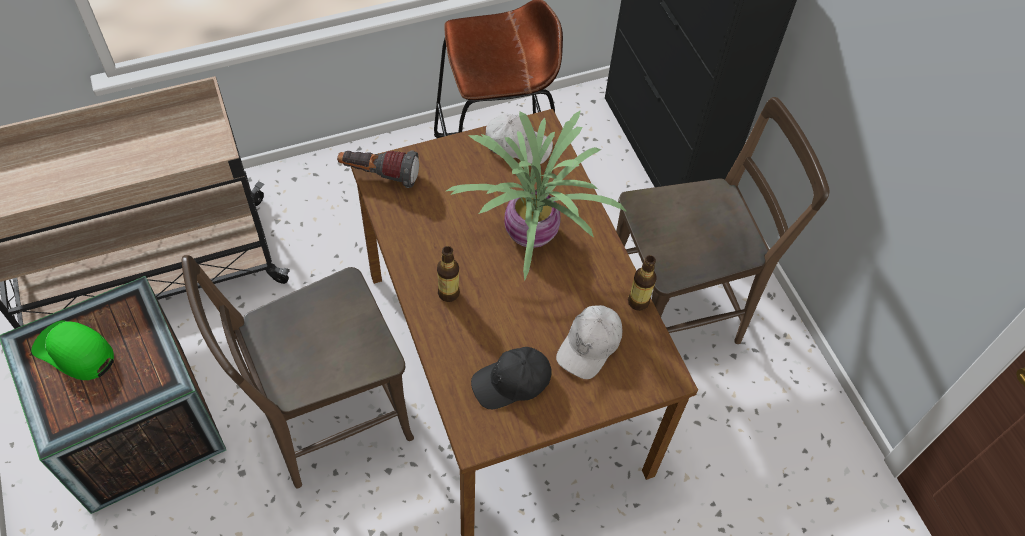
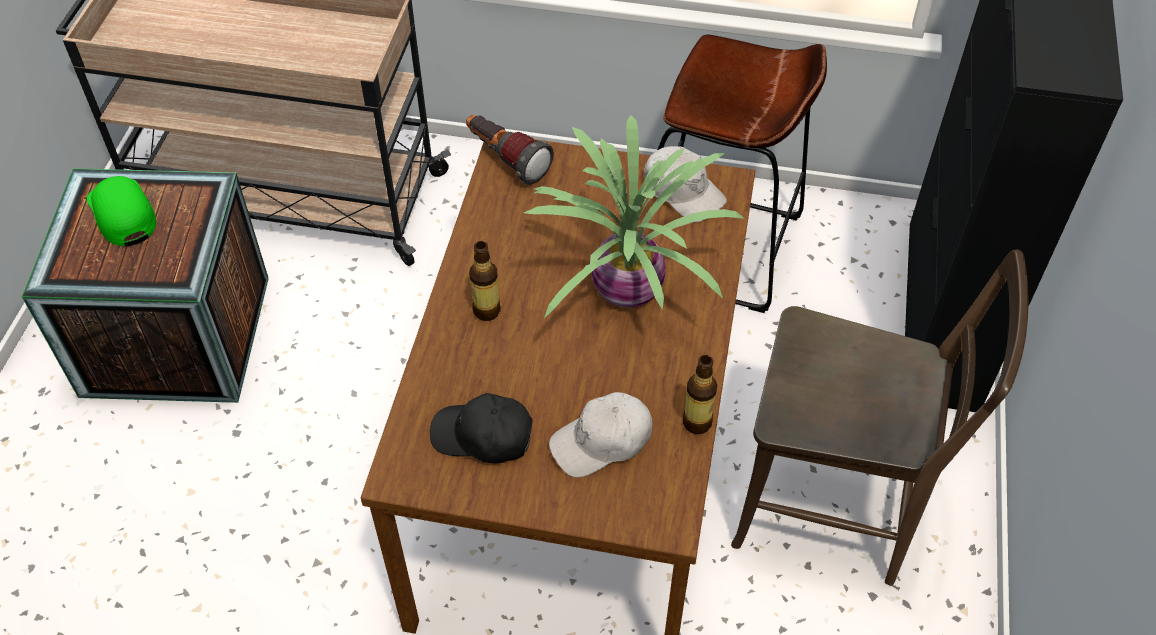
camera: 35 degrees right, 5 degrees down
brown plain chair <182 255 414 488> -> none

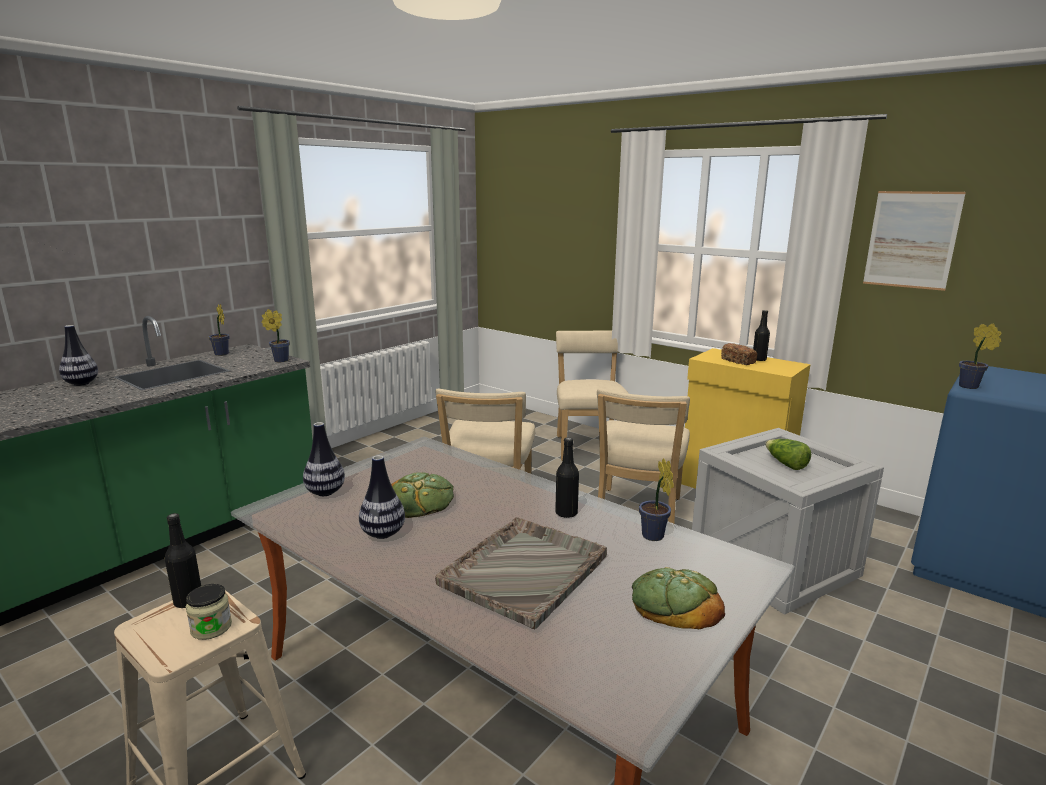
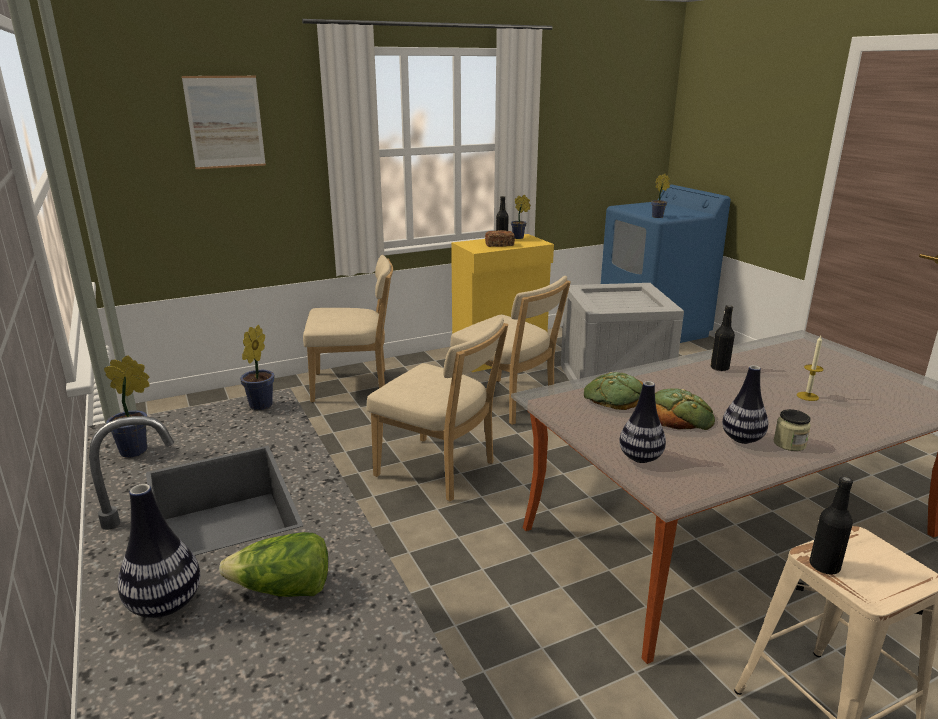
camera: 65 degrees left, 5 degrees up
wall picture <863 191 966 291> -> wall picture <182 76 266 169>, moved
head of lettuce <765 439 811 470> -> head of lettuce <219 532 328 597>, moved
beige-coloured plain chair <556 331 629 461> -> beige-coloured plain chair <303 255 393 403>, 150 degrees clockwise
houseplant <639 458 674 541> -> houseplant <511 195 531 239>, moved
bakery bread <632 567 725 629> -> bakery bread <584 372 643 410>, moved
jar <186 584 232 640> -> jar <774 409 811 451>, moved
greyish serving tray <435 517 607 629> -> candle <797 336 823 401>

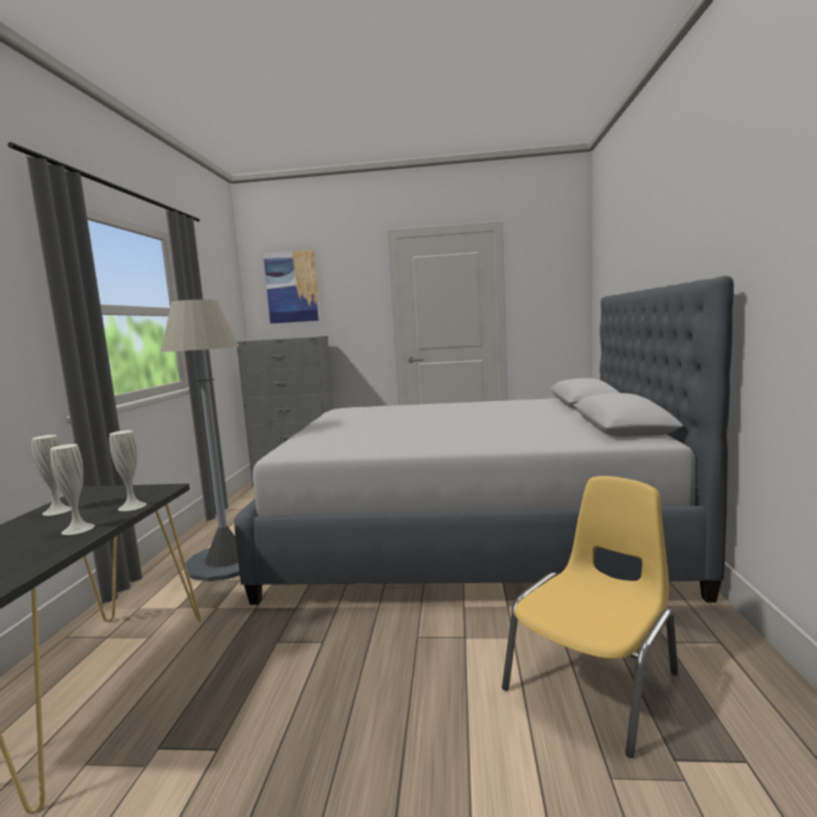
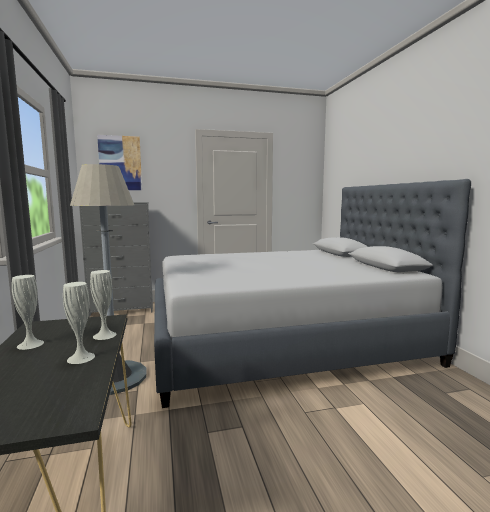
camera: 20 degrees left, 0 degrees up
yellow plain chair <502 476 678 758> -> none

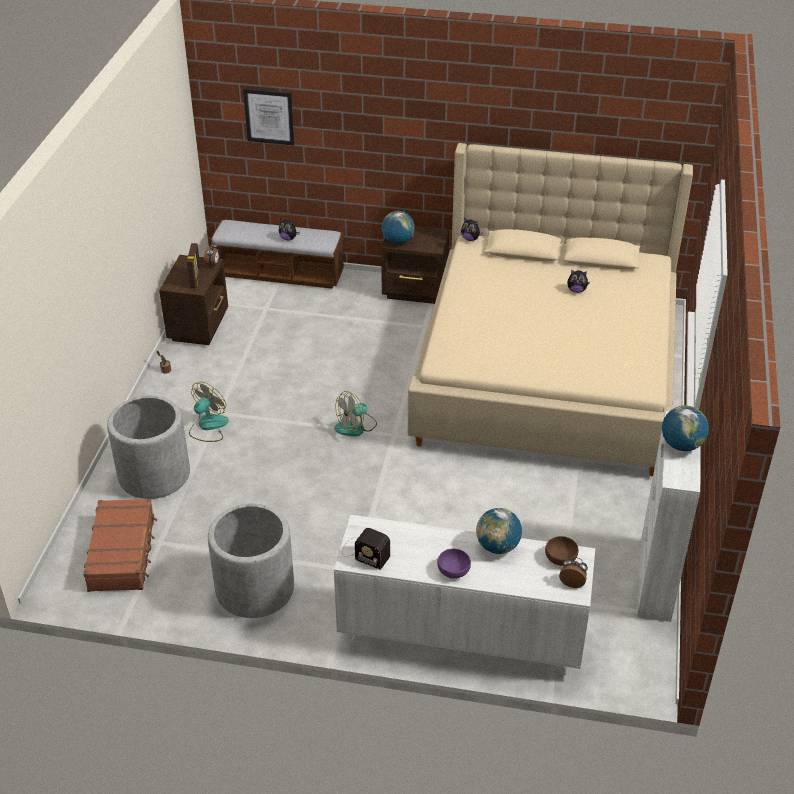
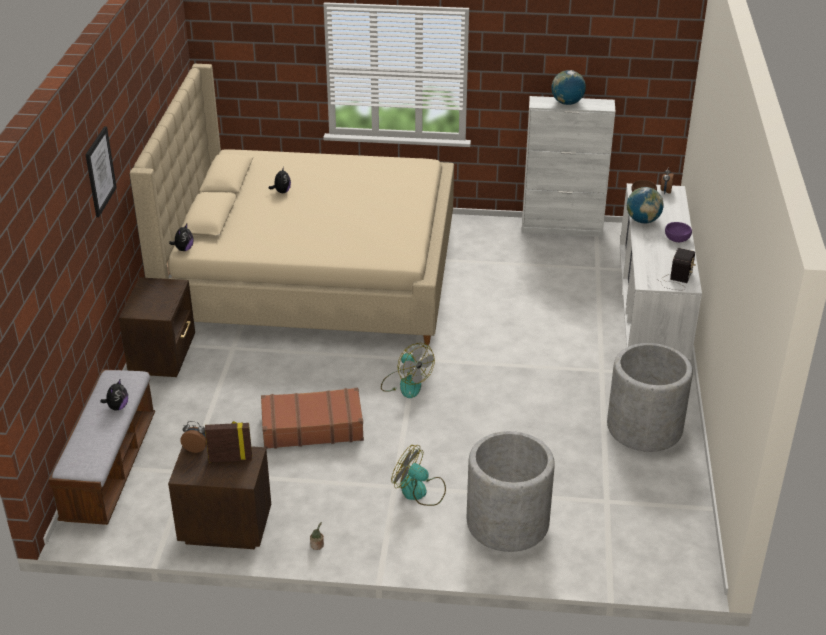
camera: 95 degrees left, 5 degrees down
wall picture <243 89 294 145> -> wall picture <86 126 117 217>, moved
brown travel case <83 499 157 592> -> brown travel case <261 388 364 449>, moved
world globe <382 211 415 244> -> none

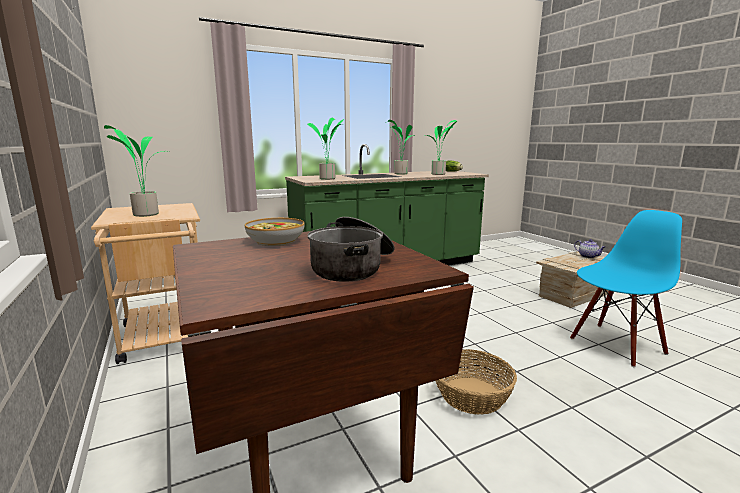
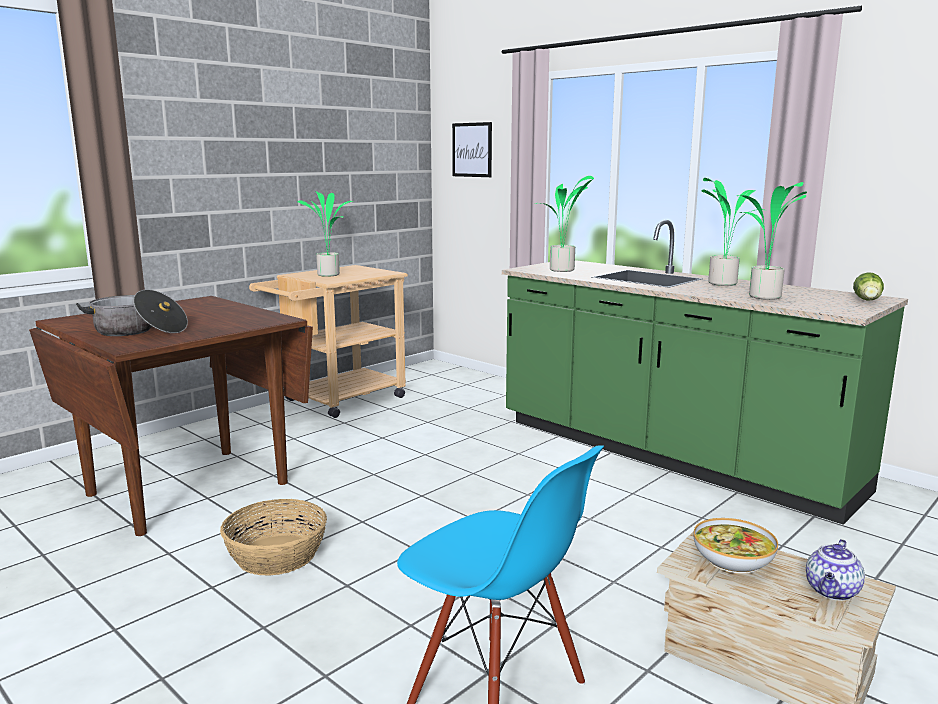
camera: 70 degrees right, 0 degrees up
none -> wall picture <452 122 492 177>
serving bowl <245 218 305 246> -> serving bowl <693 518 778 574>, moved

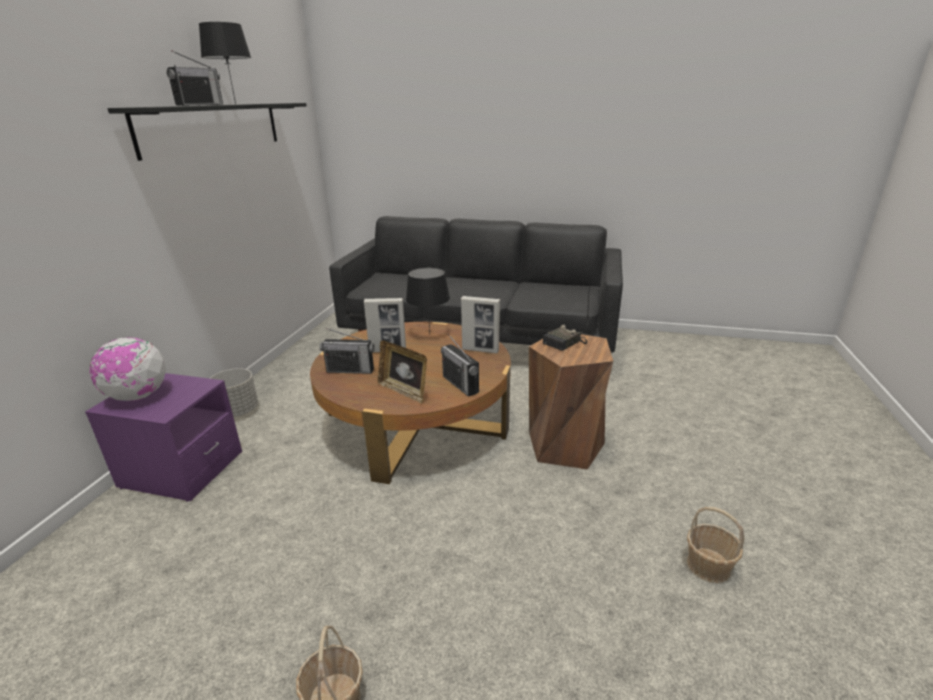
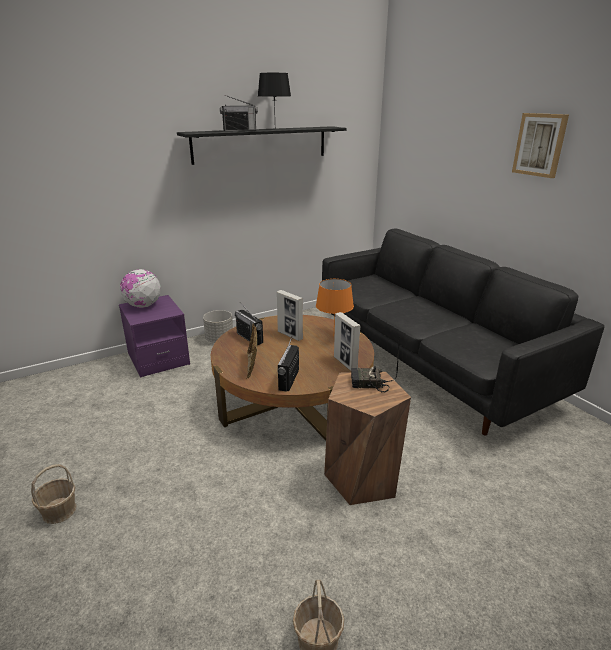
camera: 45 degrees right, 0 degrees up
blackish tabletop lamp <406 267 450 334> -> orange-coloured tabletop lamp <316 279 354 323>
none -> wall picture <512 113 569 178>

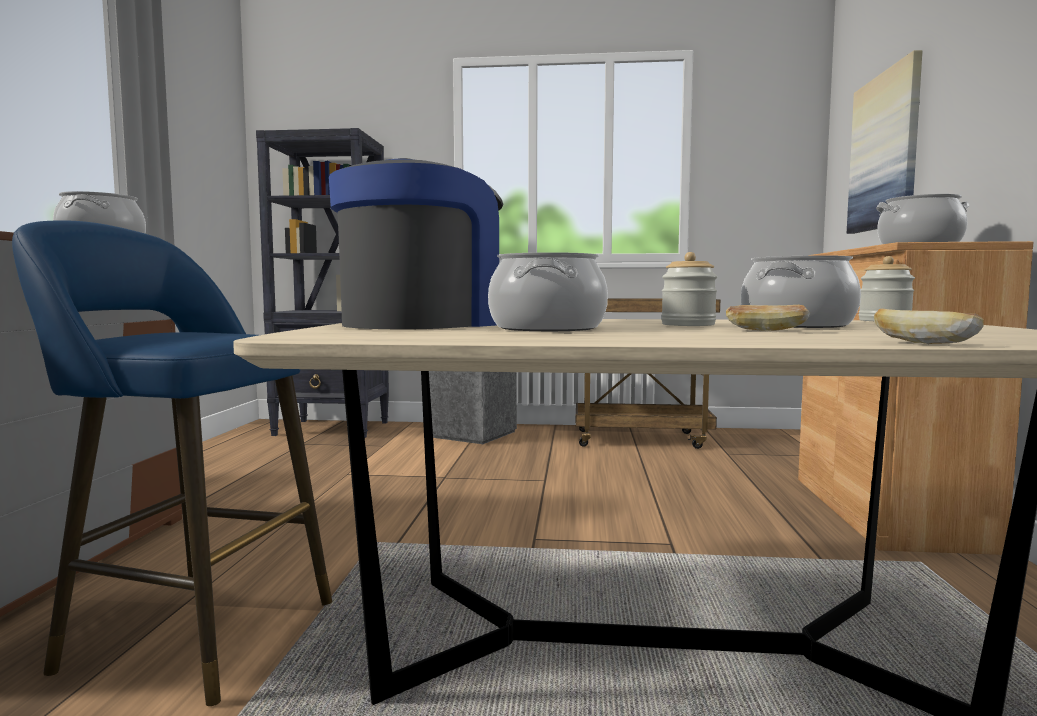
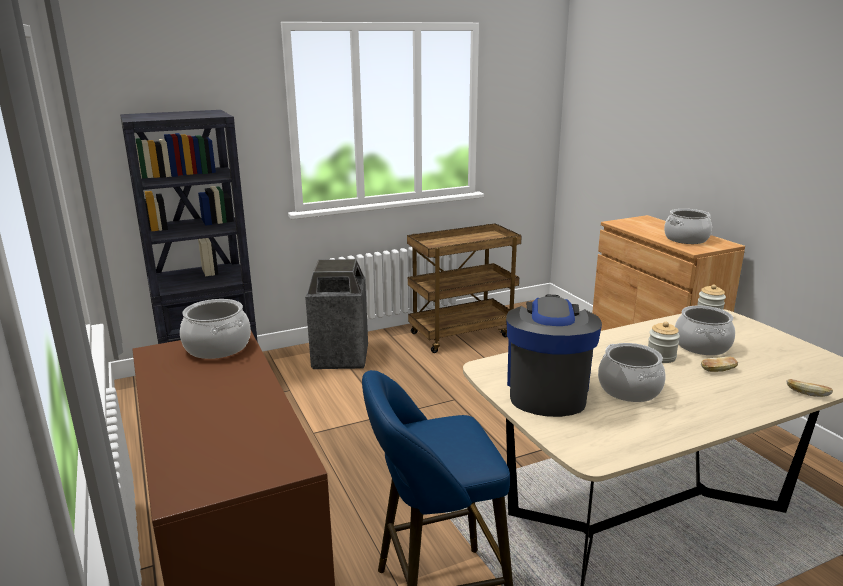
camera: 30 degrees left, 15 degrees up
wall picture <847 50 922 234> -> none

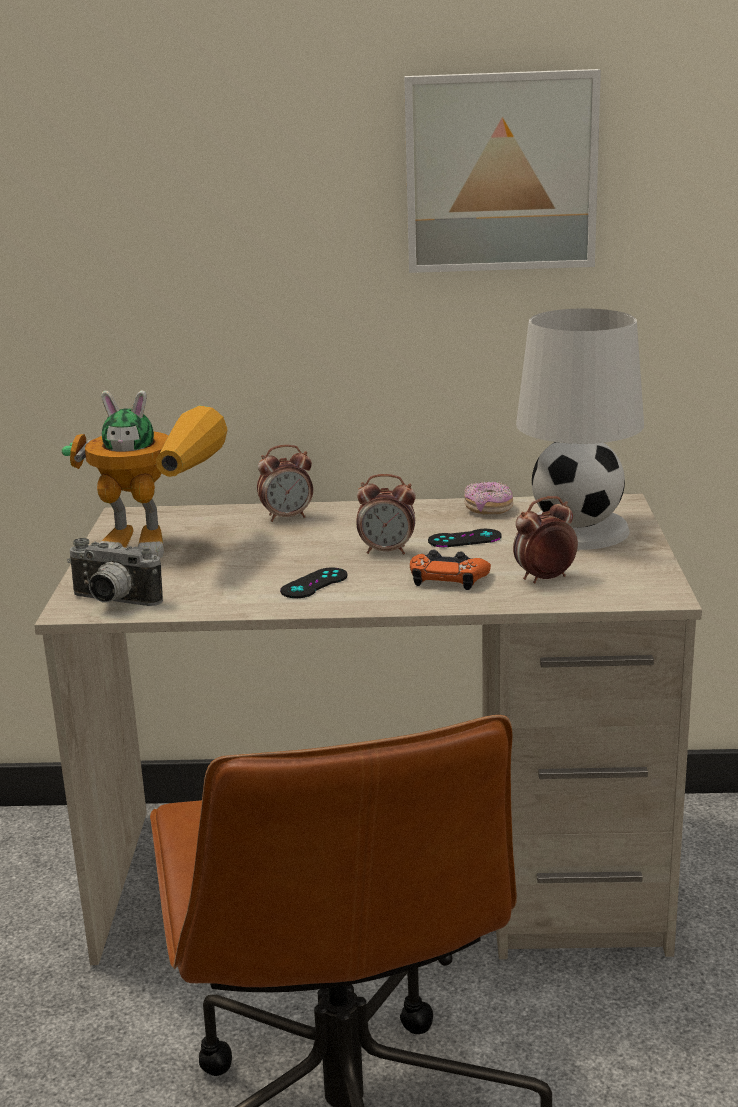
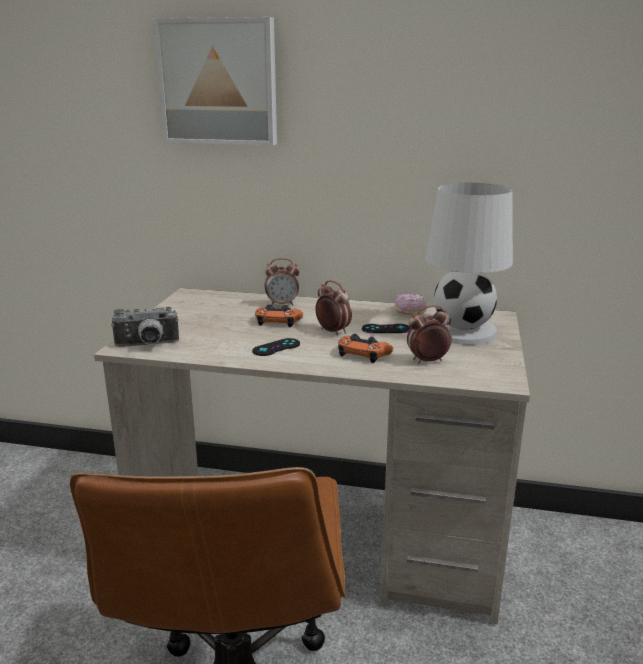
camera: 10 degrees right, 0 degrees up
photo camera <67 538 163 606> -> photo camera <111 307 179 347>, 45 degrees counterclockwise
wall picture <404 69 601 273> -> wall picture <153 17 277 146>, moved
none -> orange-coloured gamepad <255 304 303 327>
bedside clock <357 474 416 555> -> bedside clock <315 280 352 335>, 150 degrees counterclockwise
robot figure <62 390 228 558> -> none

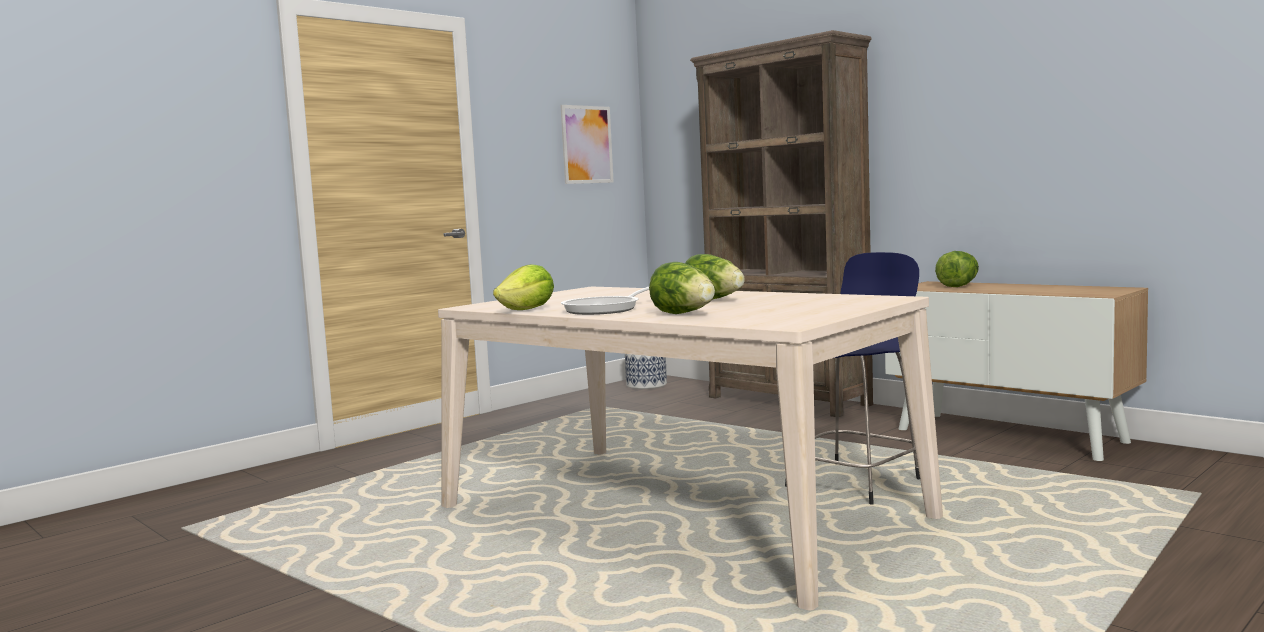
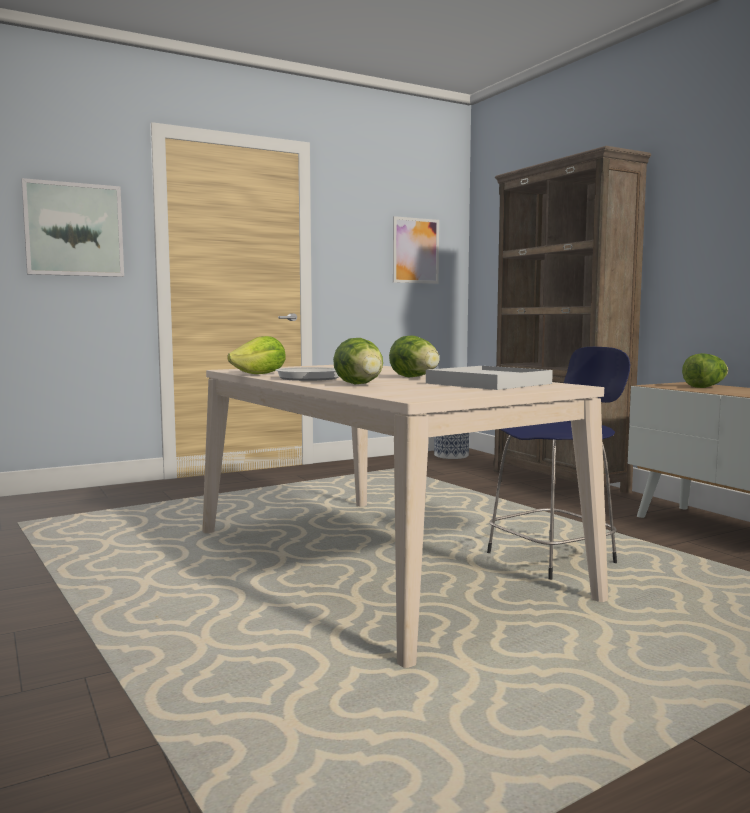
camera: 15 degrees right, 0 degrees up
none -> wall picture <21 178 124 277>
none -> white serving tray <426 366 553 390>

